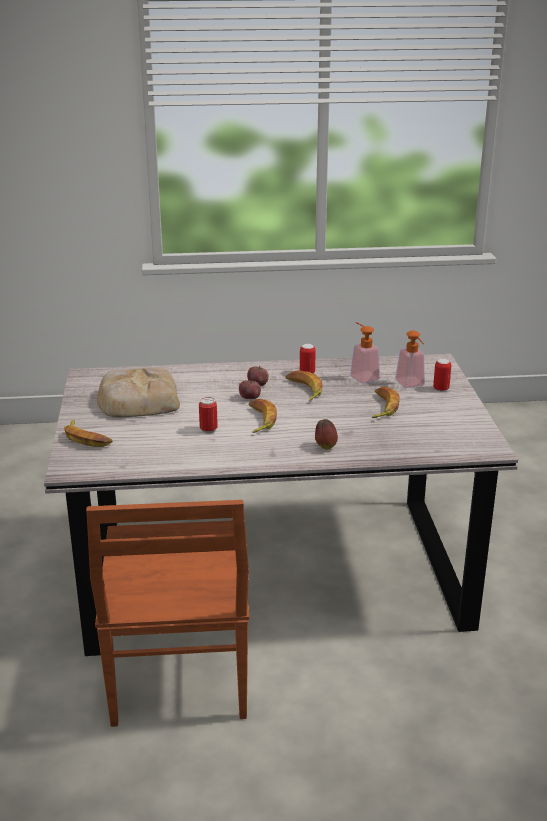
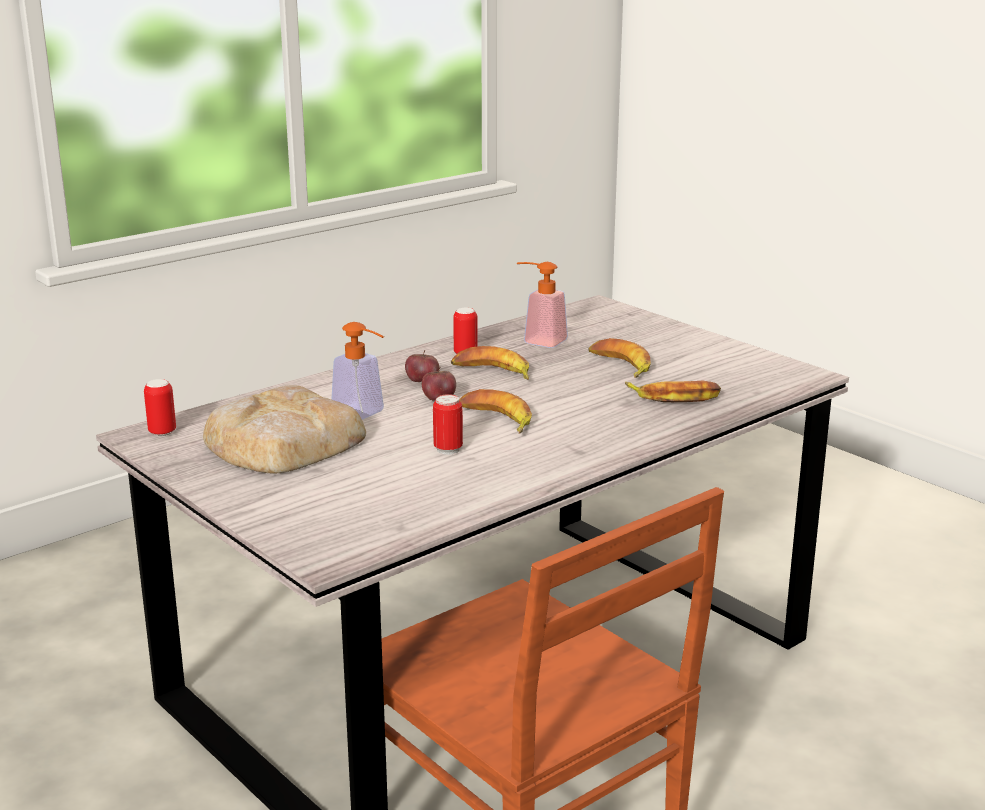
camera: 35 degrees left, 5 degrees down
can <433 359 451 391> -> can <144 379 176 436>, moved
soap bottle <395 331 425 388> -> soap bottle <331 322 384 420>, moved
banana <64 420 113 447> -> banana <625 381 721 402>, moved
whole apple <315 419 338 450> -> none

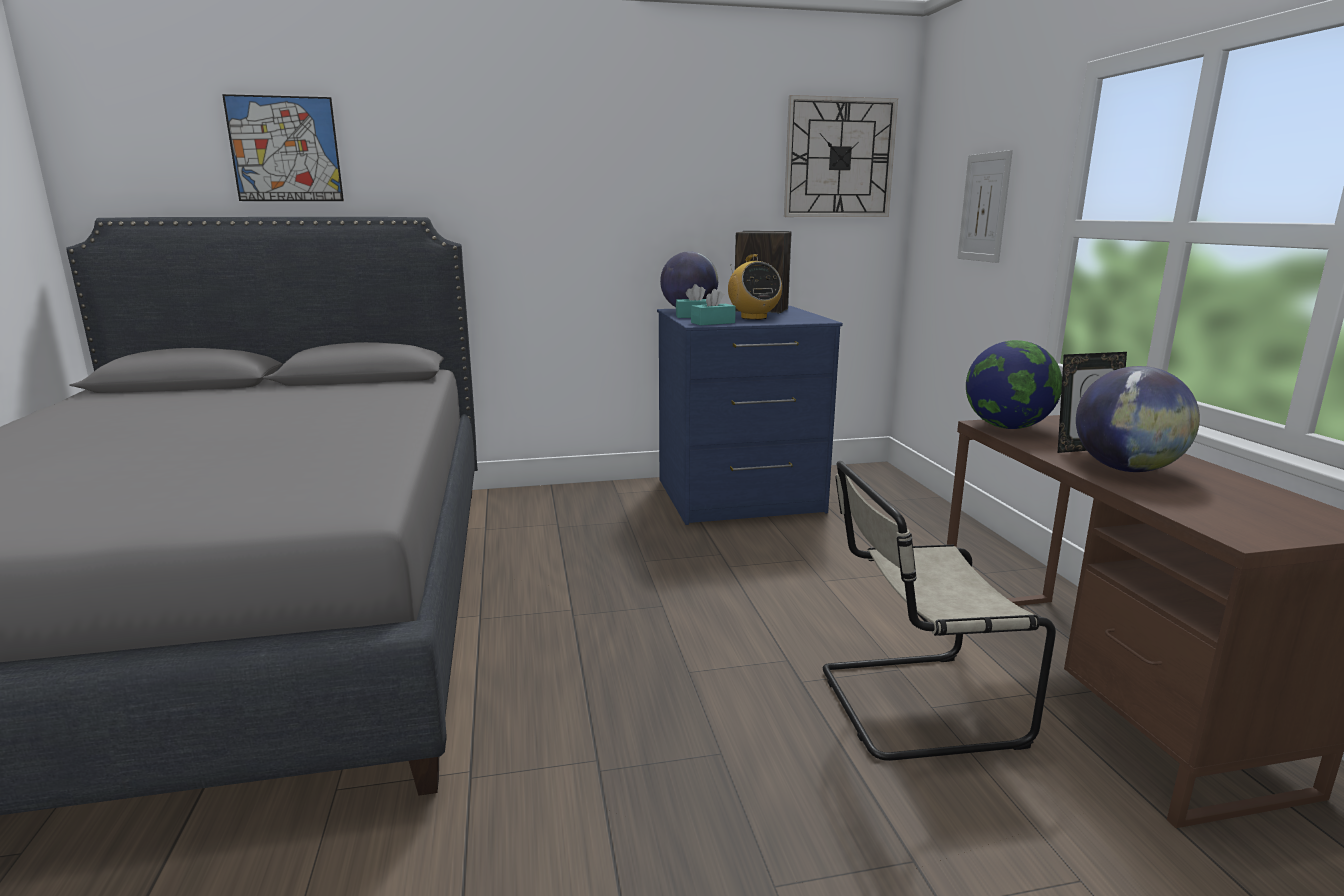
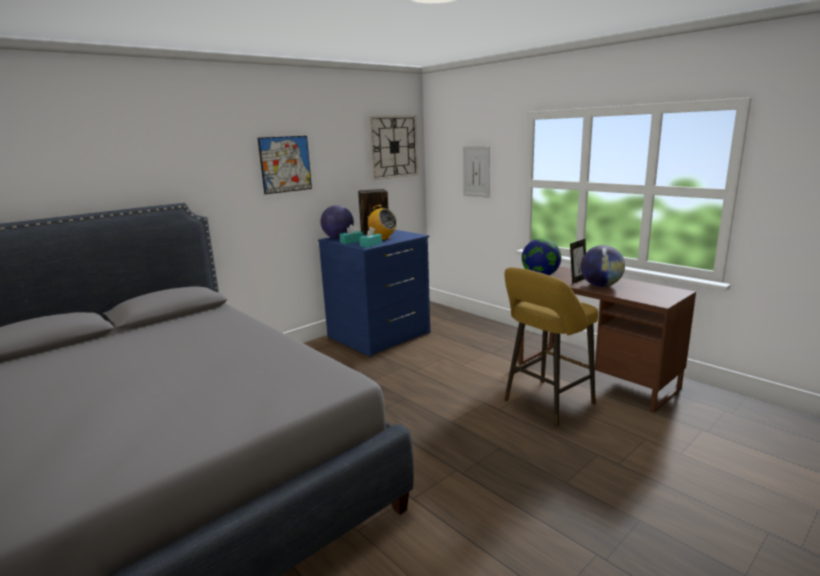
camera: 30 degrees left, 0 degrees up
wall picture <222 94 344 201> -> wall picture <258 136 312 194>, moved
beige-coloured plain chair <823 461 1056 761> -> yellow stool <504 267 598 426>

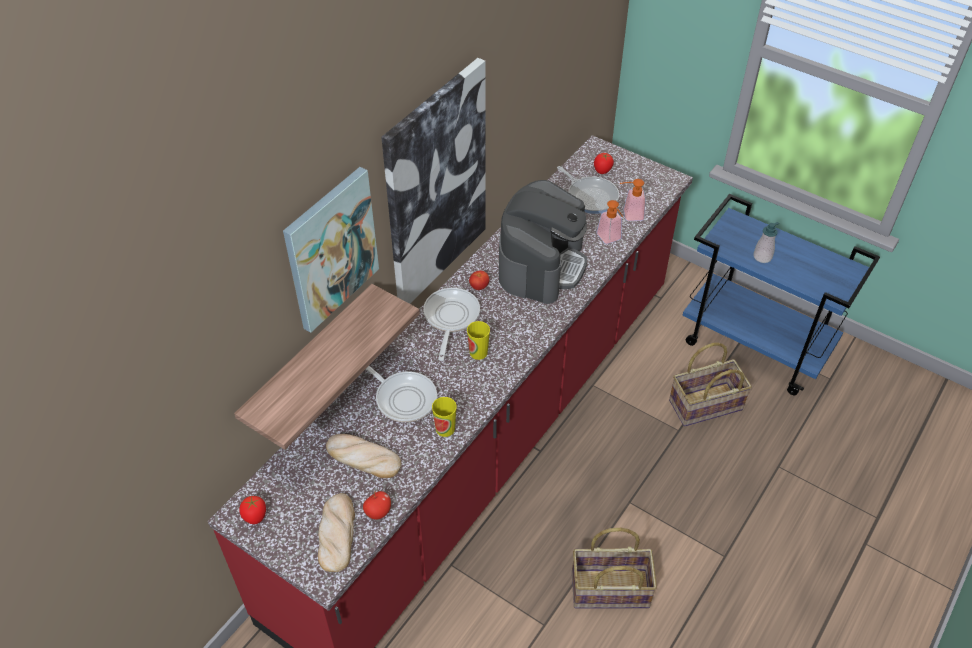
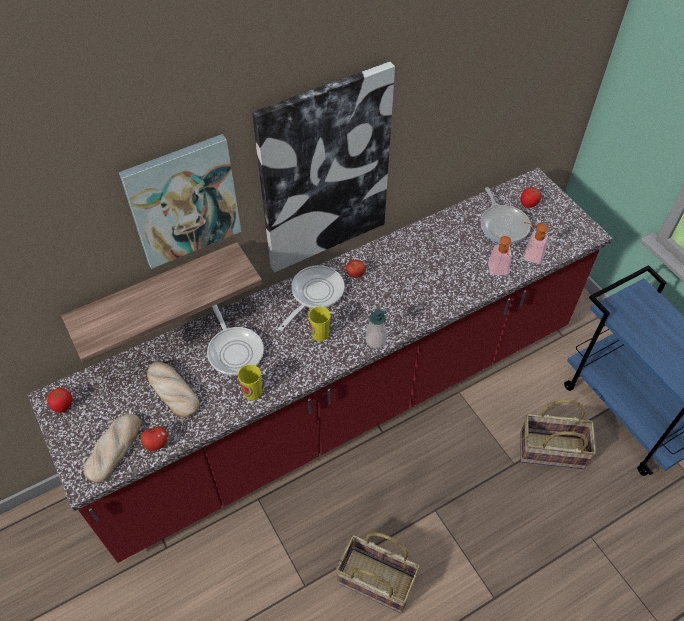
camera: 25 degrees right, 5 degrees up
soap bottle <754 222 779 263> -> soap bottle <366 309 387 348>, moved
coffee brewer <499 180 587 304> -> none

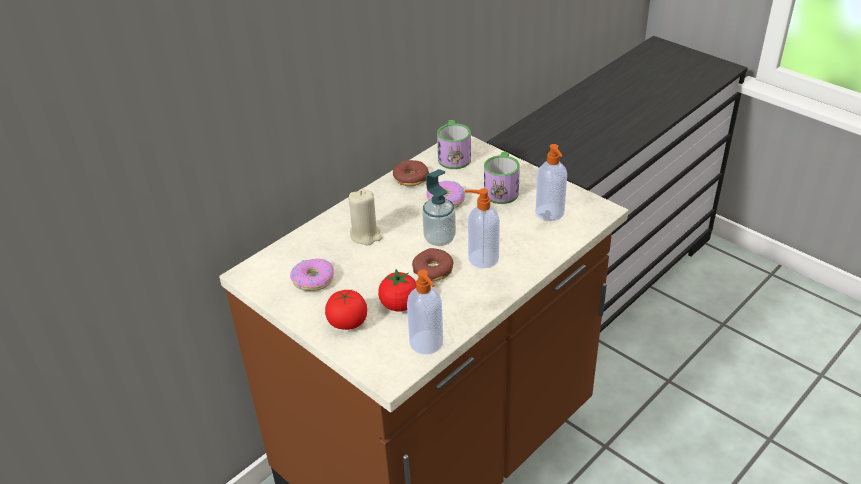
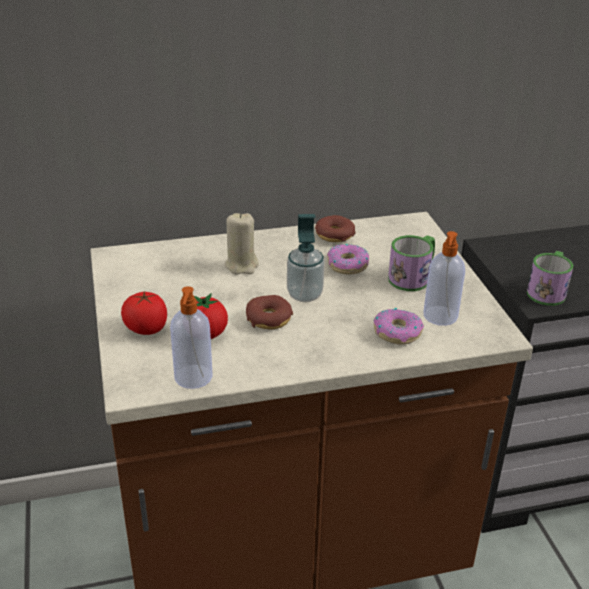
camera: 30 degrees right, 5 degrees down
doughnut <290 259 334 291> -> doughnut <374 308 424 345>, moved
mug <437 120 471 169> -> mug <527 251 573 306>, moved
soap bottle <465 188 500 268> -> none

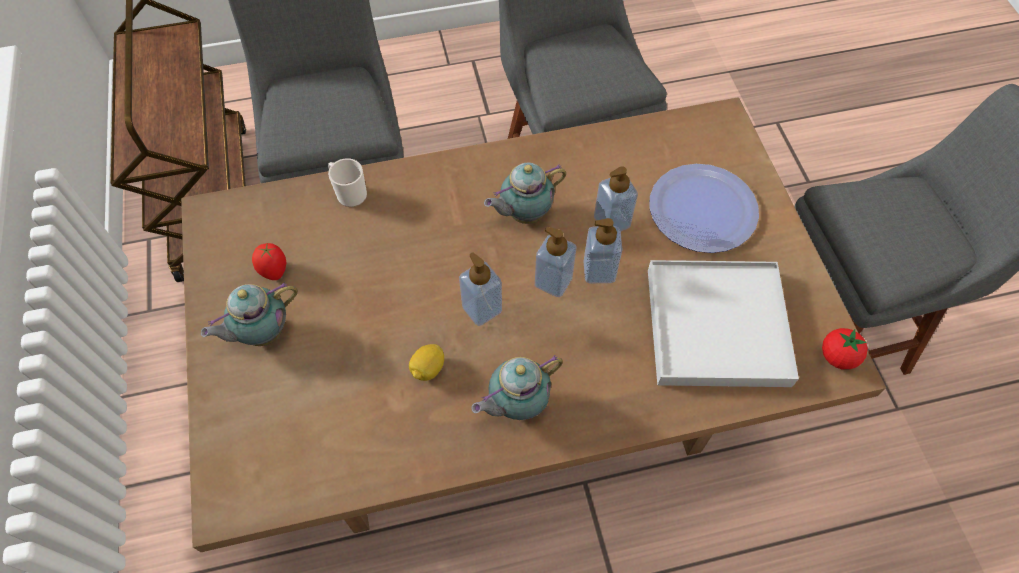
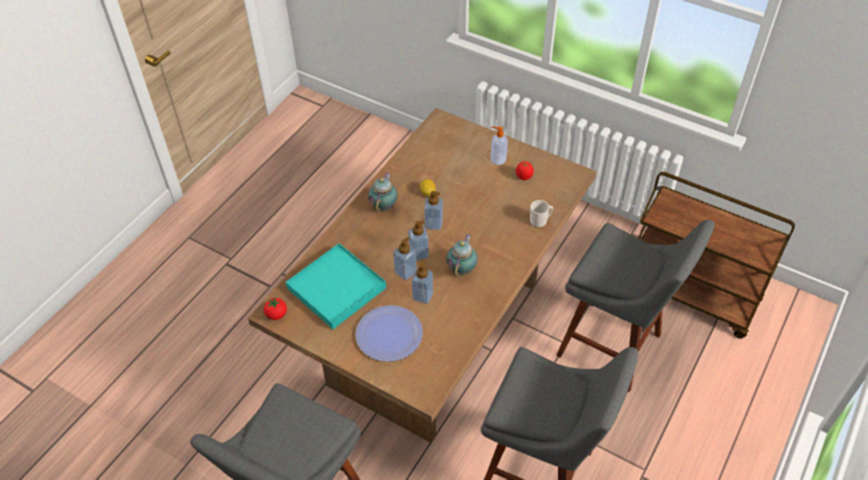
camera: 135 degrees right, 10 degrees down
white serving tray <648 260 799 387> -> turquoise-coloured serving tray <286 243 386 329>
teapot <201 282 298 346> -> soap bottle <491 126 508 165>

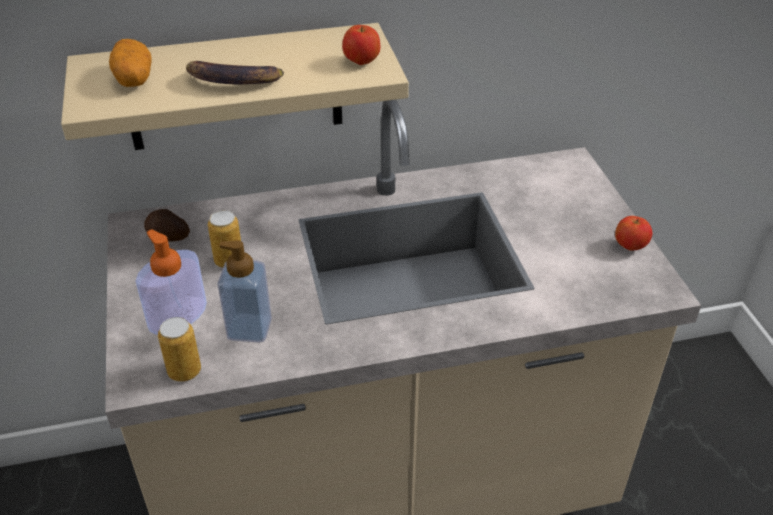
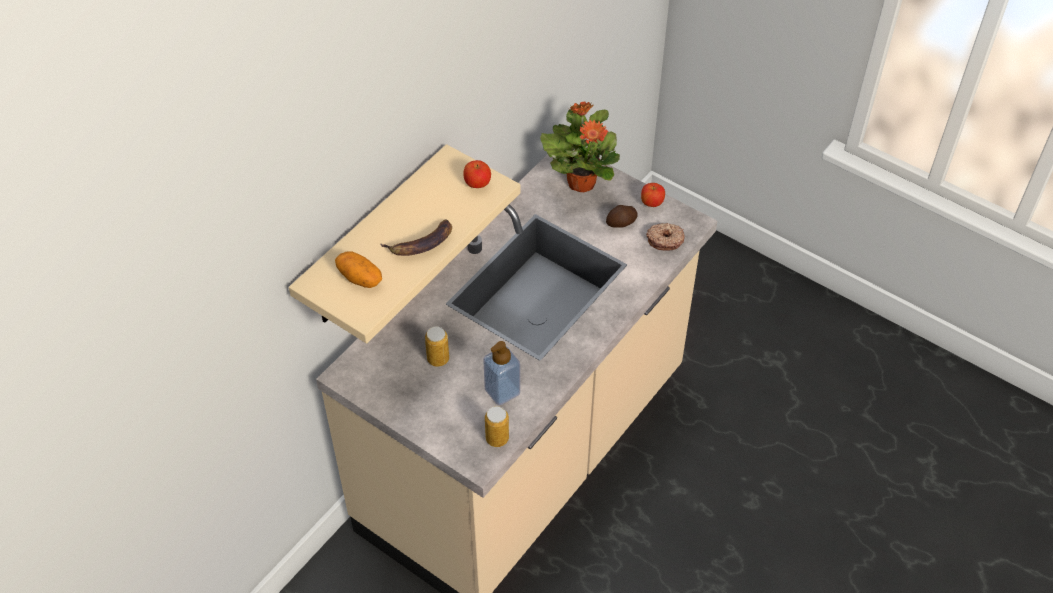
camera: 40 degrees left, 10 degrees up
none -> houseplant <540 102 620 192>
potato <144 209 190 241> -> potato <606 205 638 228>, moved
none -> doughnut <646 223 685 250>
soap bottle <135 229 207 335> -> none

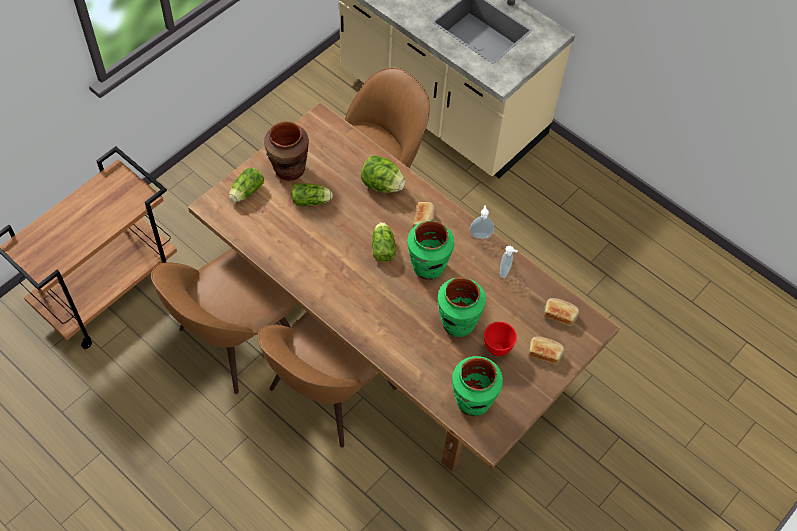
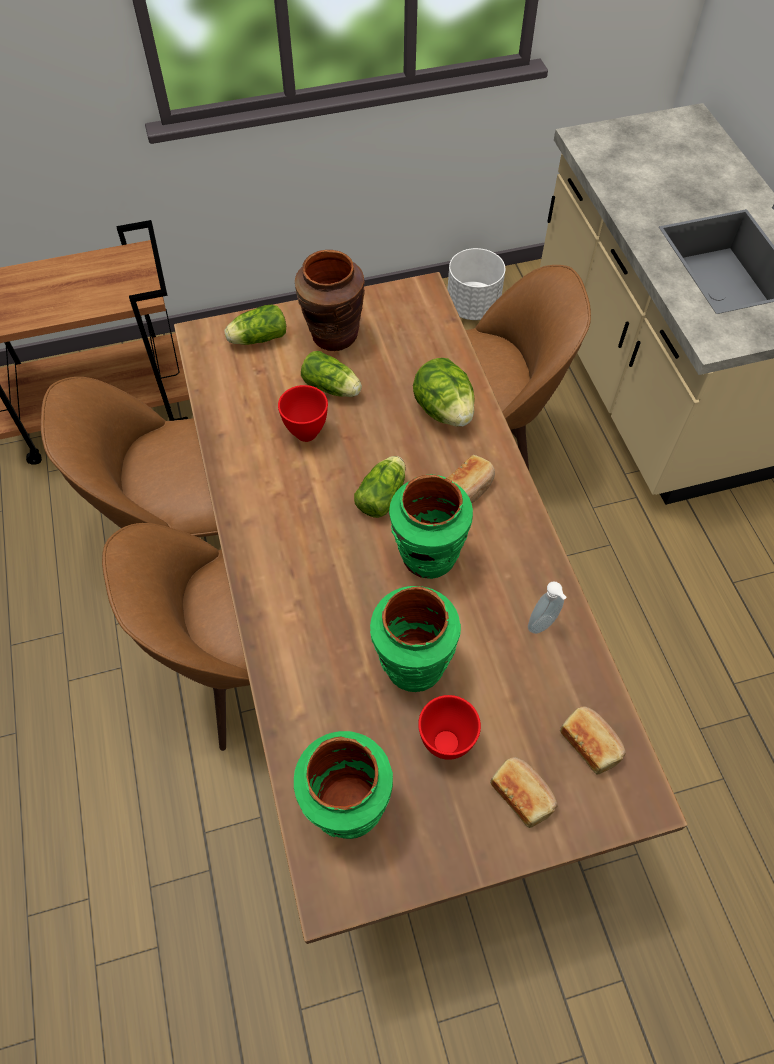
camera: 35 degrees right, 0 degrees up
none -> red-coloured serving bowl <278 385 328 442>
none -> white planter <447 248 505 320>
soap bottle <470 205 494 239> -> none

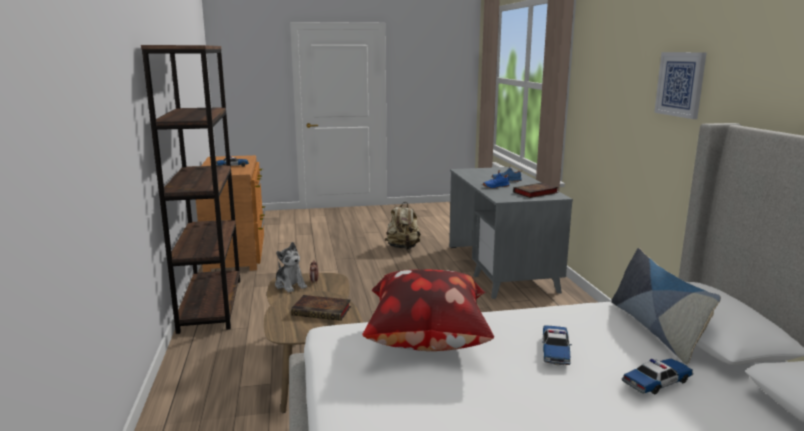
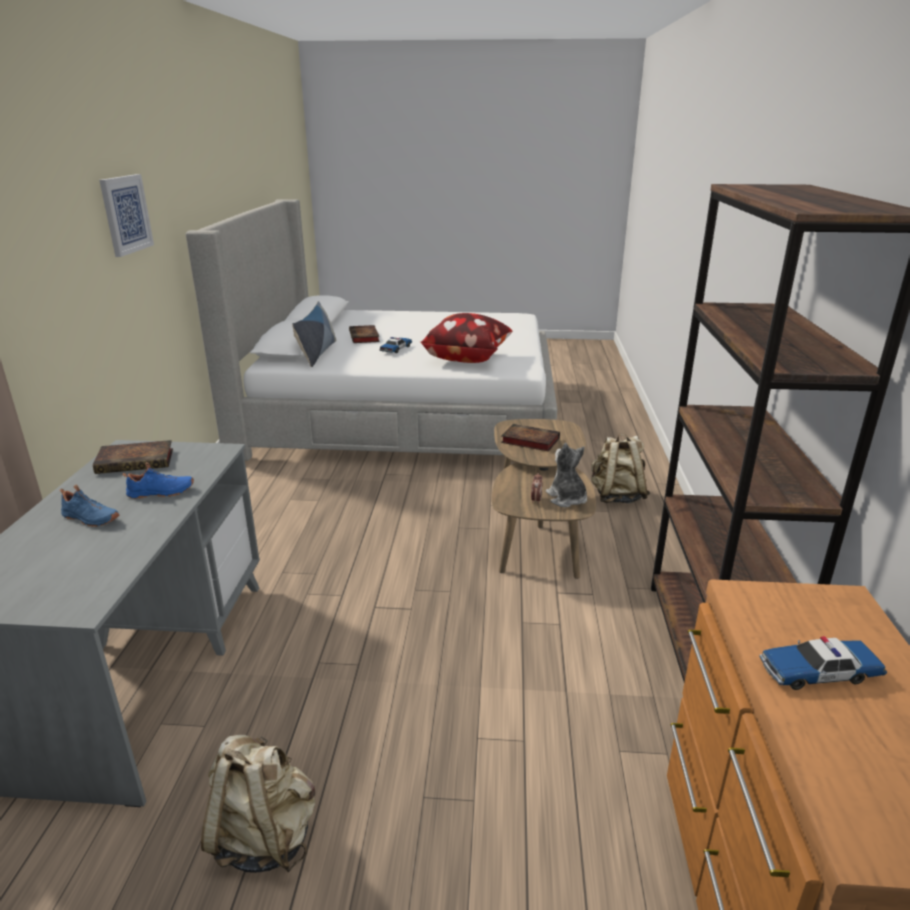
camera: 165 degrees left, 10 degrees up
toy car <622 359 694 394> -> bound book <349 325 380 343>
none -> beige-coloured knapsack <591 433 650 503>

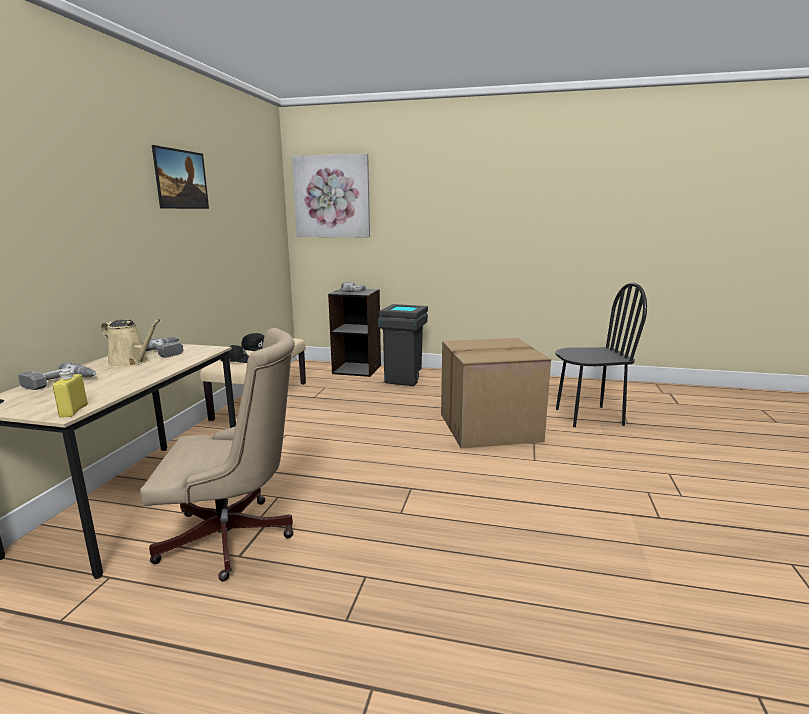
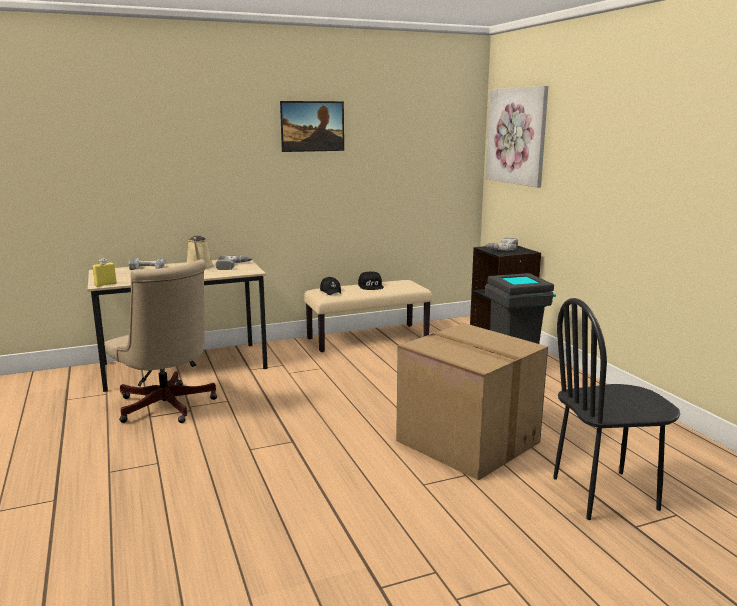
camera: 55 degrees right, 0 degrees up
blackish plain chair <555 282 647 427> -> blackish plain chair <553 298 680 520>, 120 degrees clockwise

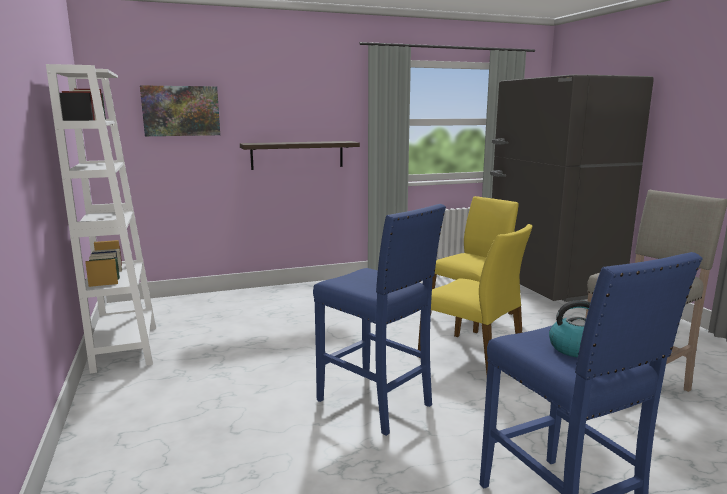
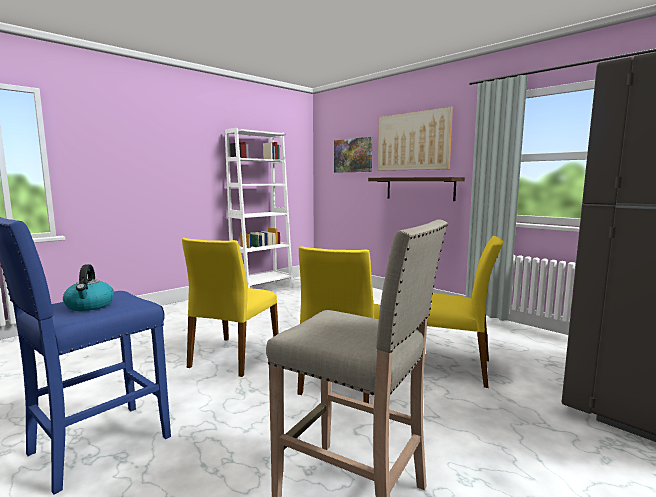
camera: 65 degrees right, 5 degrees down
bluish stool <313 204 446 436> -> yellow plain chair <182 238 279 377>
none -> wall picture <378 107 453 171>

